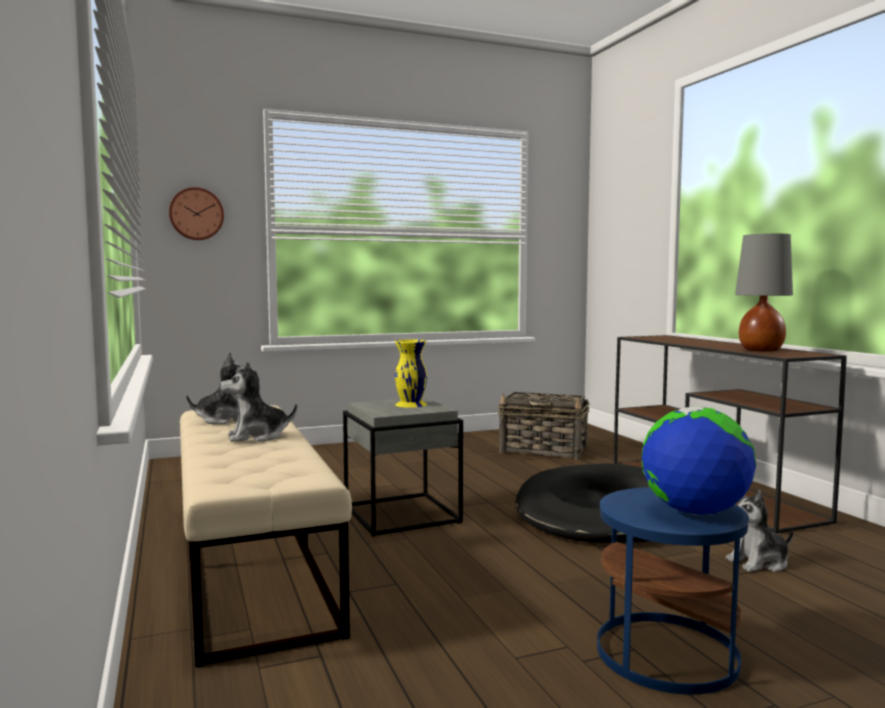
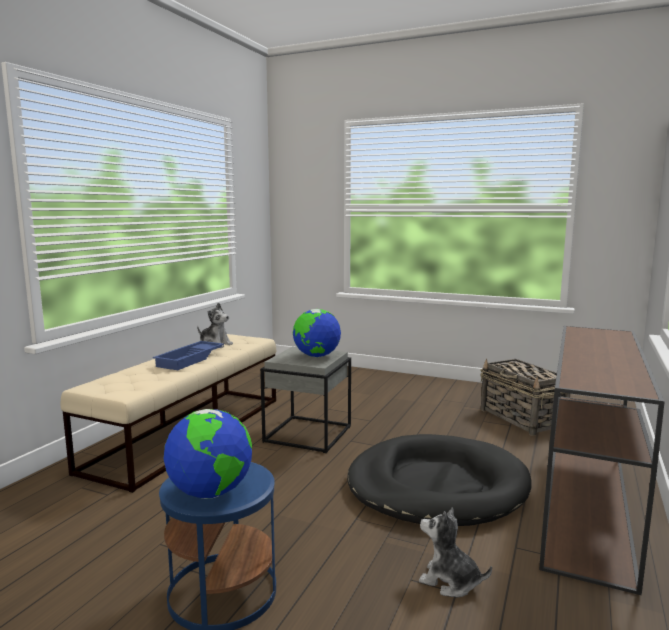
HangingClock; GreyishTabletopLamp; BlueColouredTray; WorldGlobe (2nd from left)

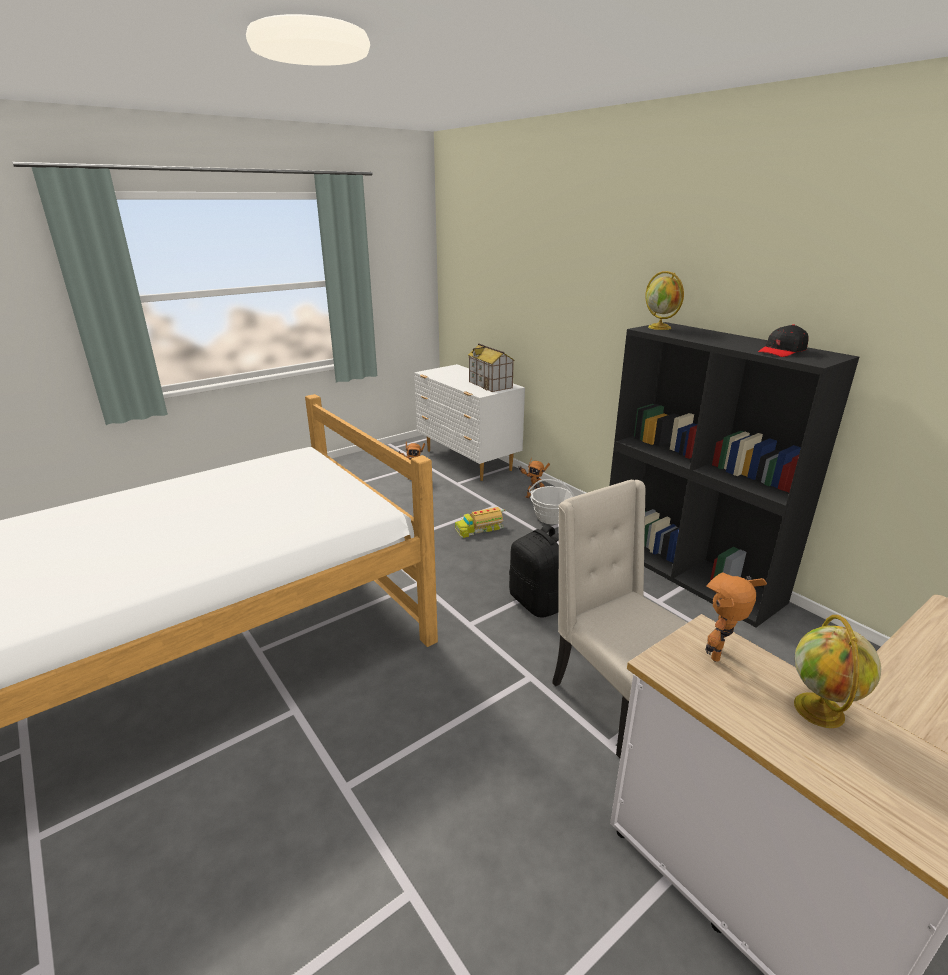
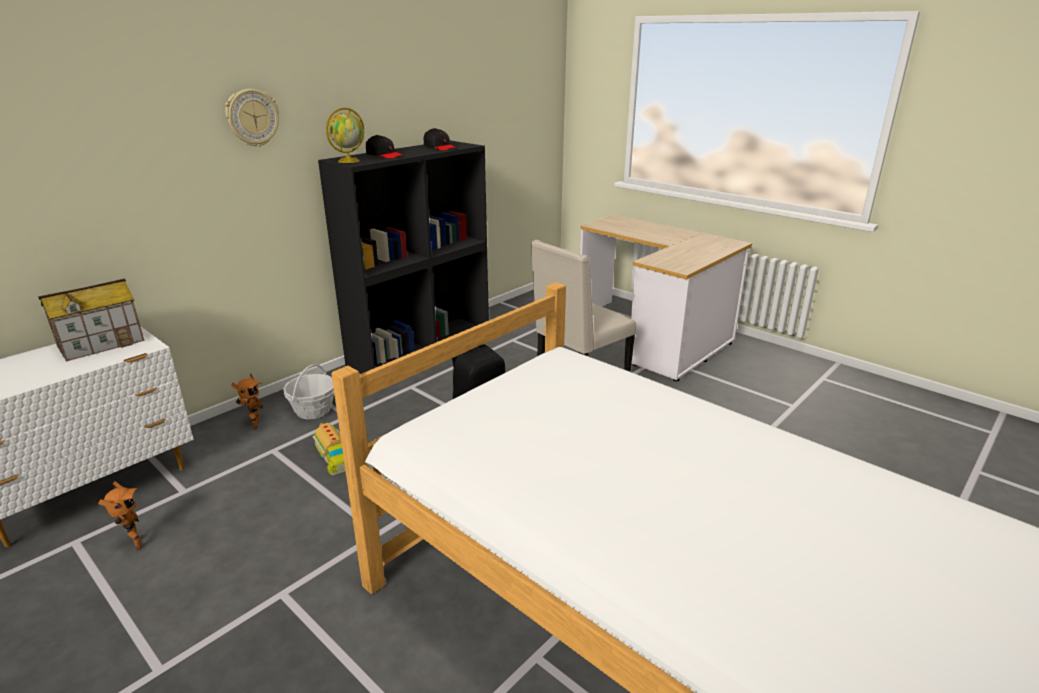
ModelRobot (3rd from left in the first image); WorldGlobe (2nd from left in the first image); HangingClock; BlackColouredPeakedCap (1st from left)

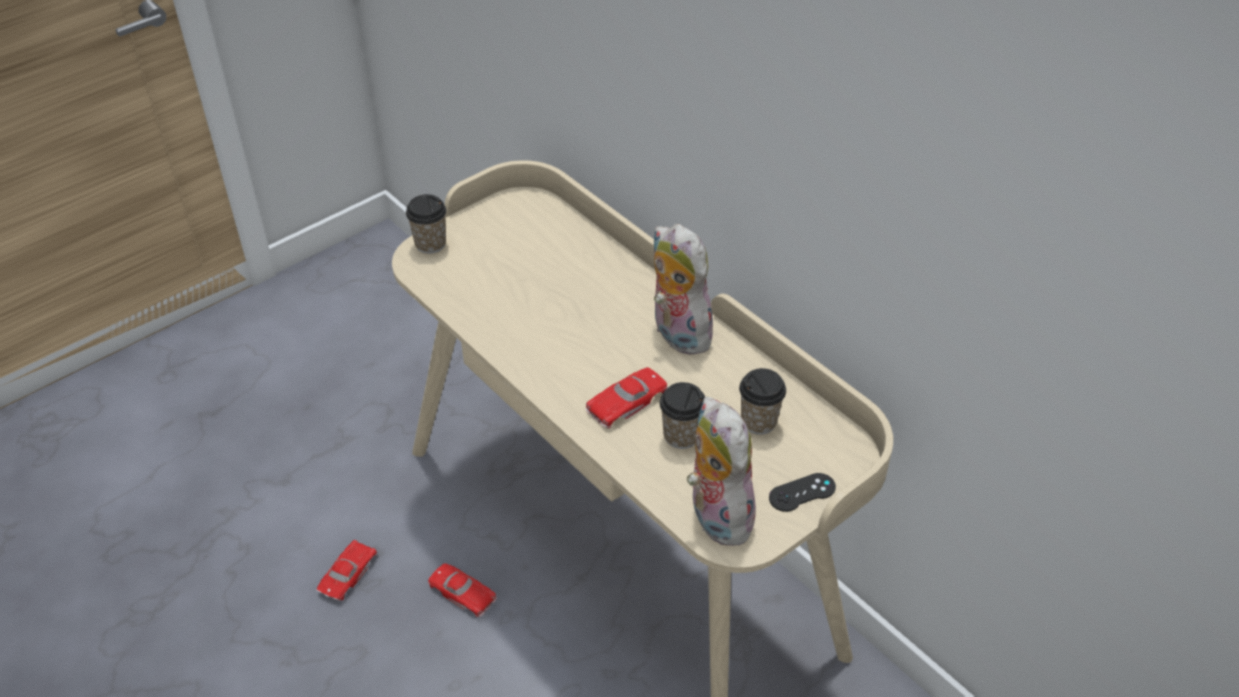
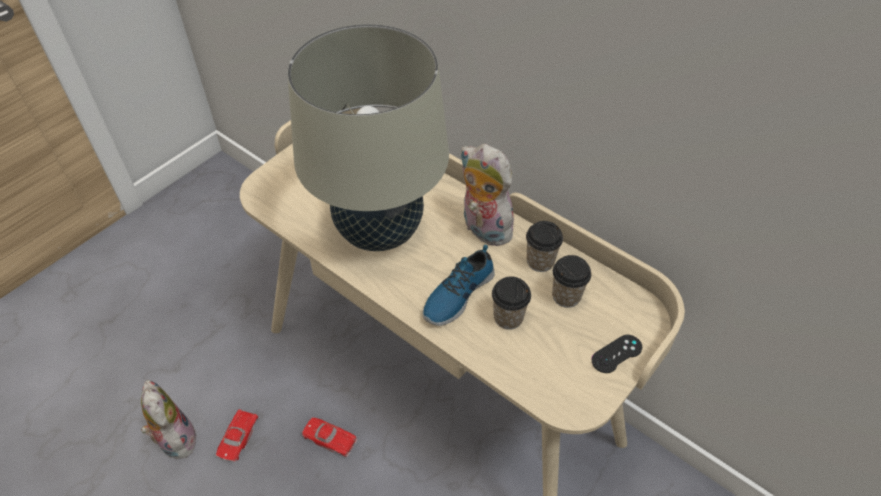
BeigeColouredTabletopLamp; Cup (2nd from left); SoftToy (1st from left); LowShoe

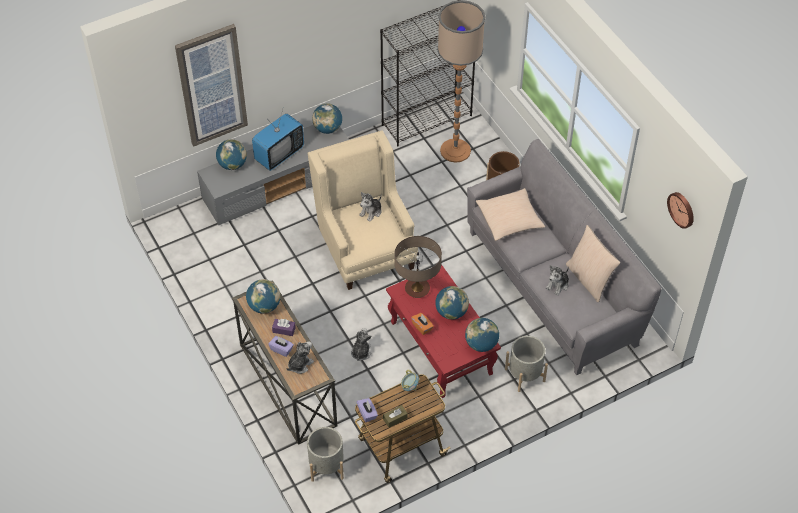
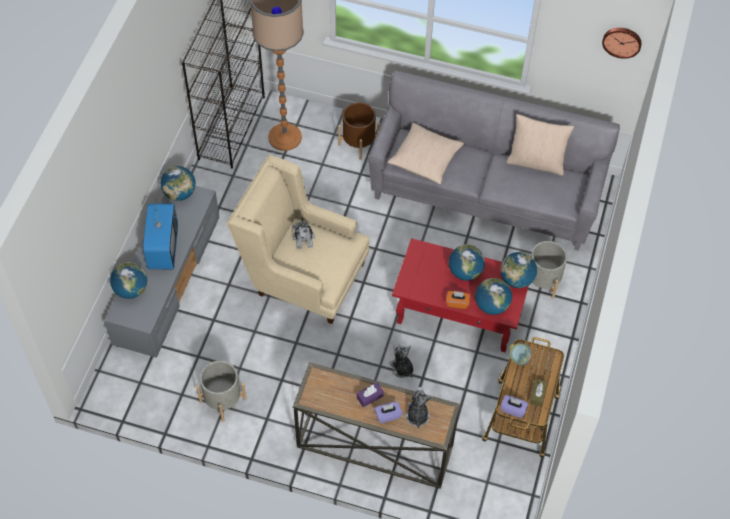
WallArt; TabletopLamp; SoftToy (4th from left in the first image); WorldGlobe (4th from left); GreyishPlantPot (1st from left)

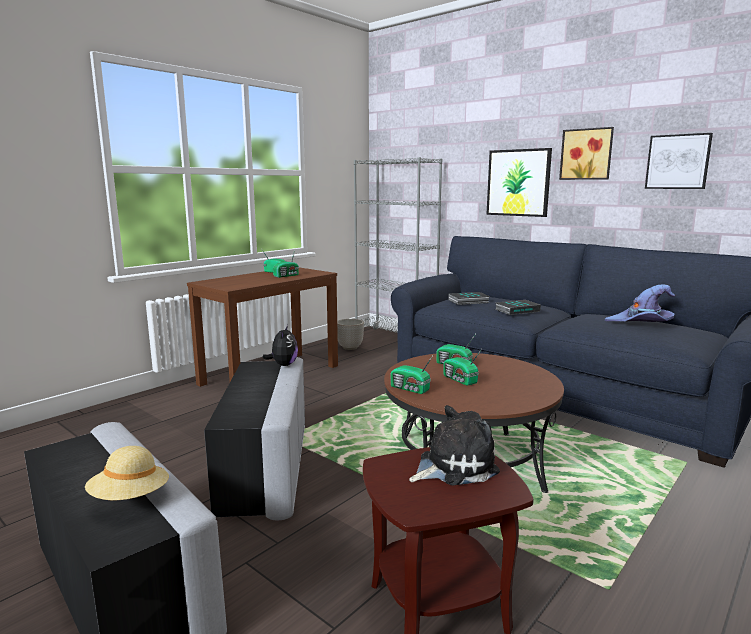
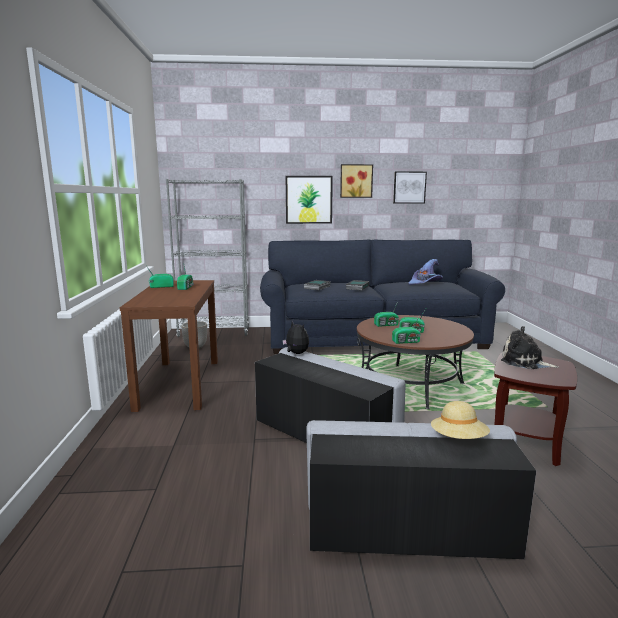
SoftToy (2nd from left)

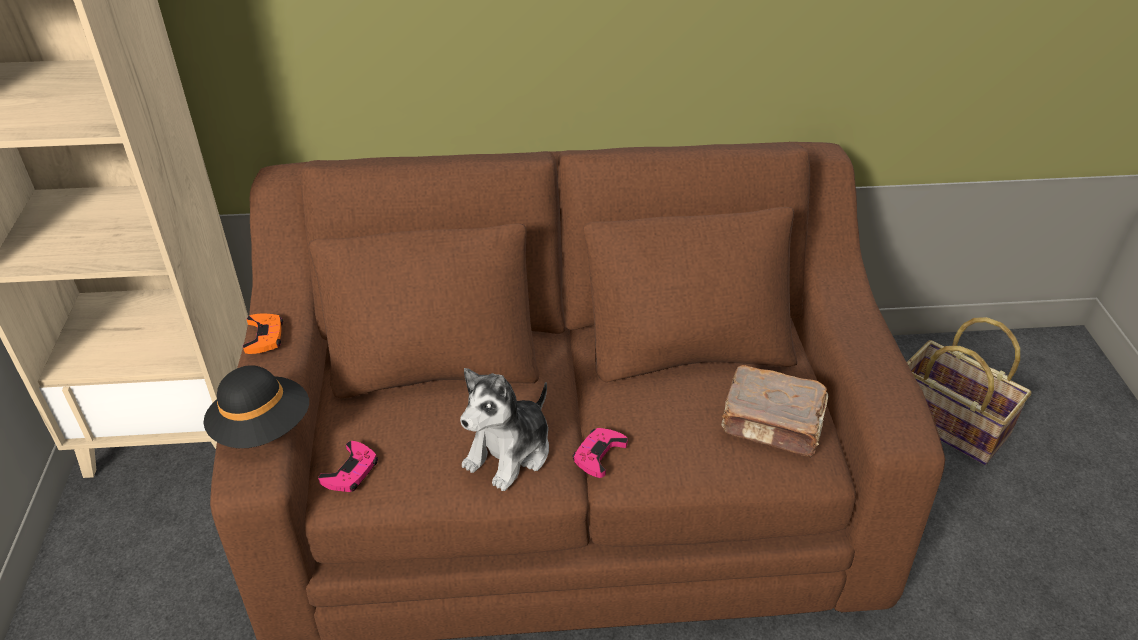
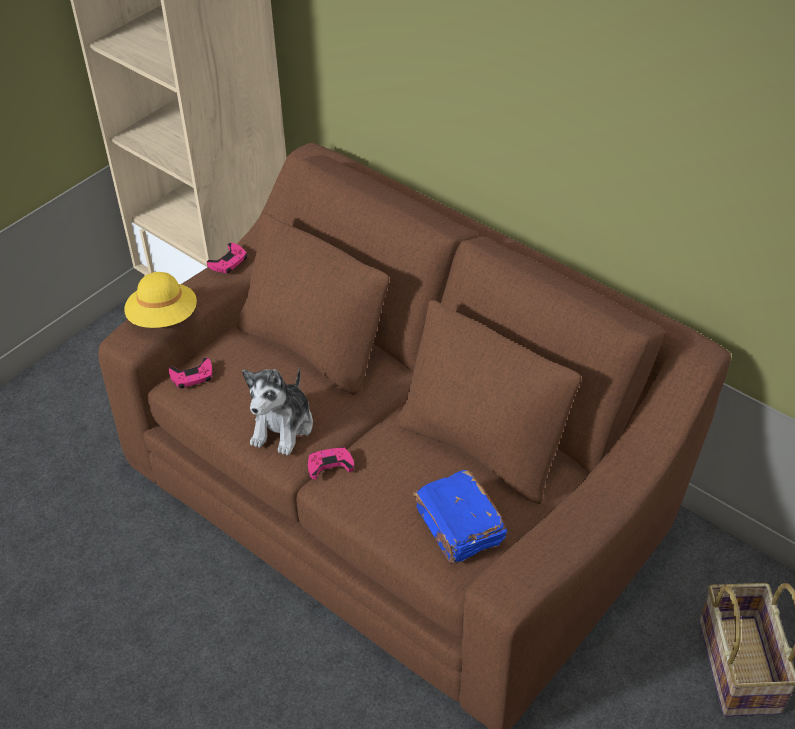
YellowColouredWearableHat; PinkColouredGameController (2nd from left); BlueColouredVolume; SoftToy

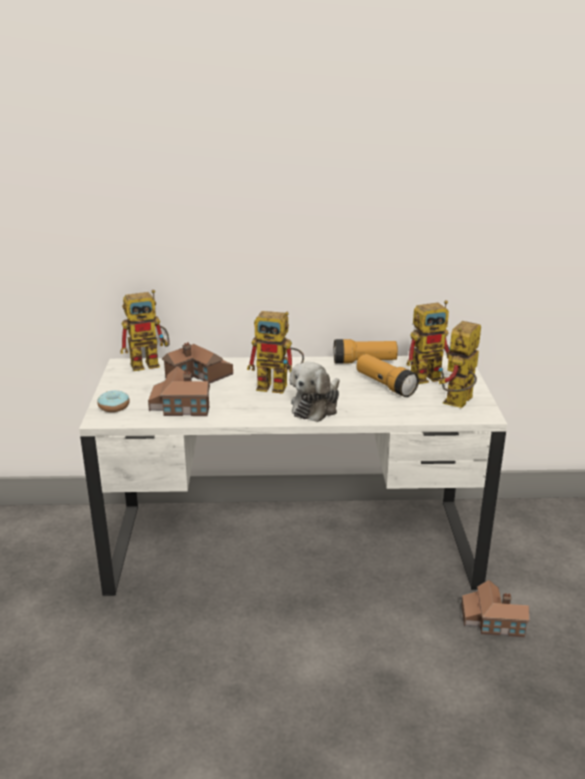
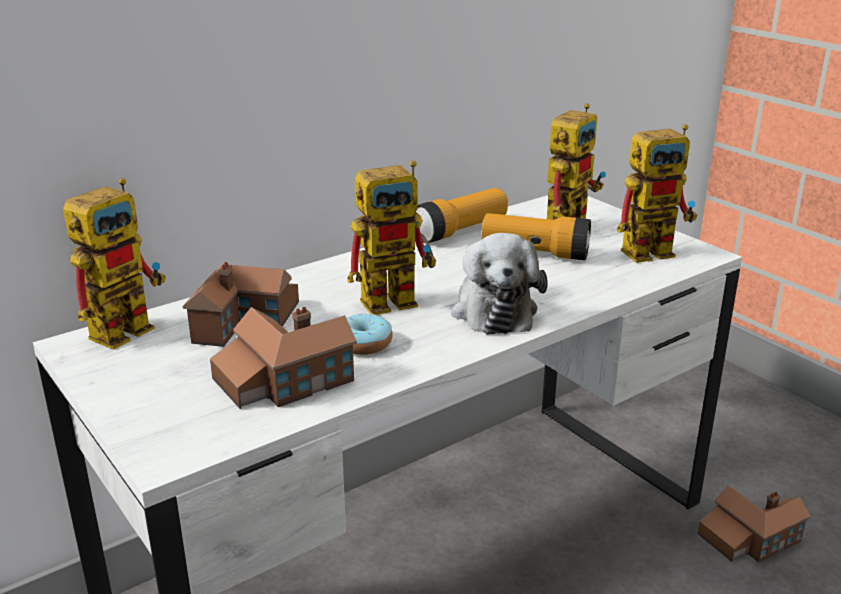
RingDoughnut; ModelRobot (4th from left)

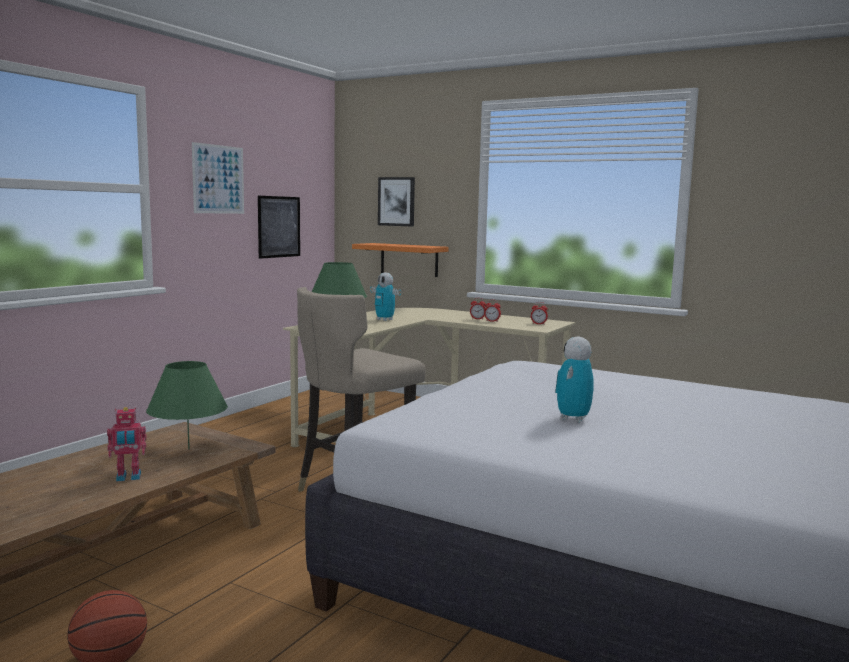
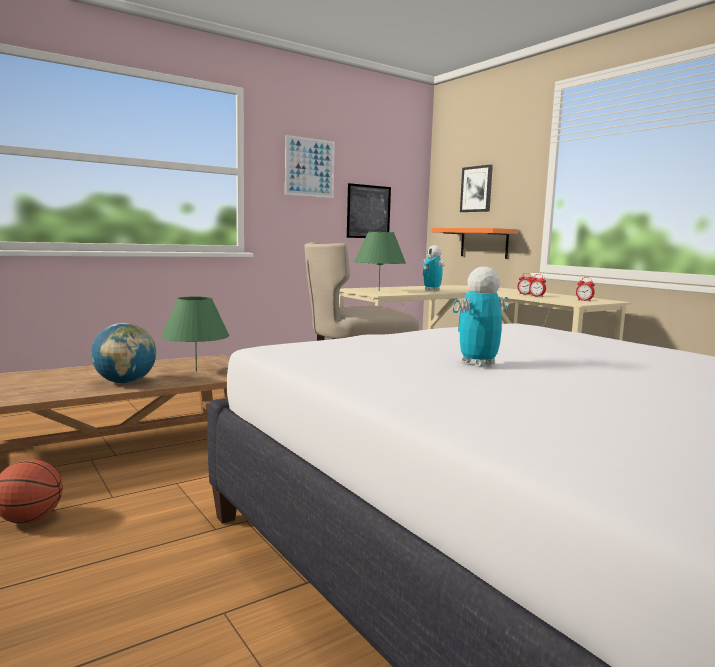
WorldGlobe

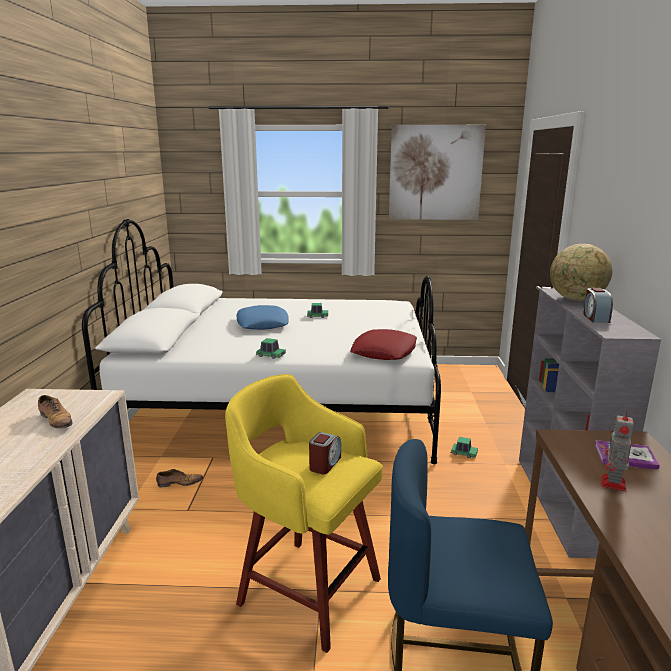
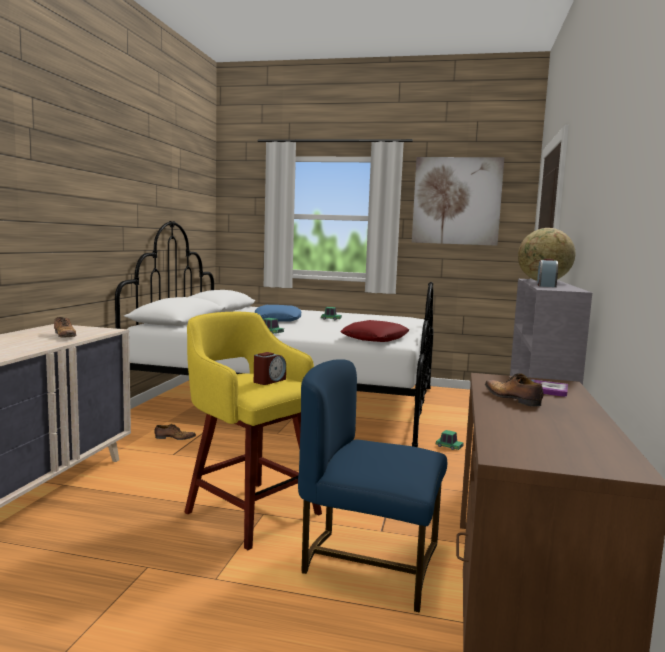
LowShoe (3rd from left)

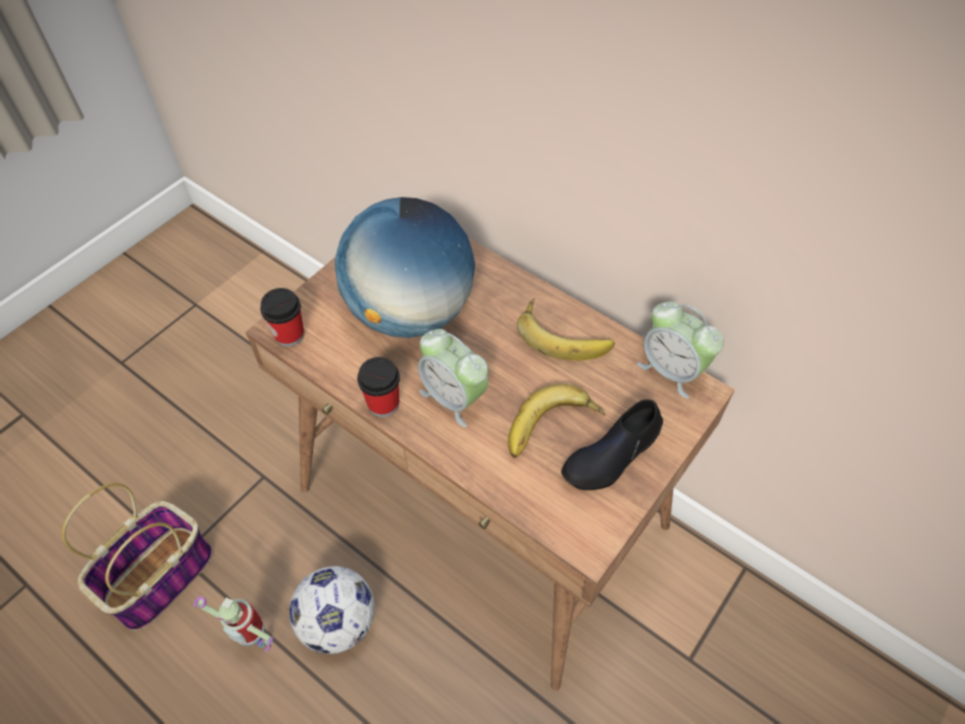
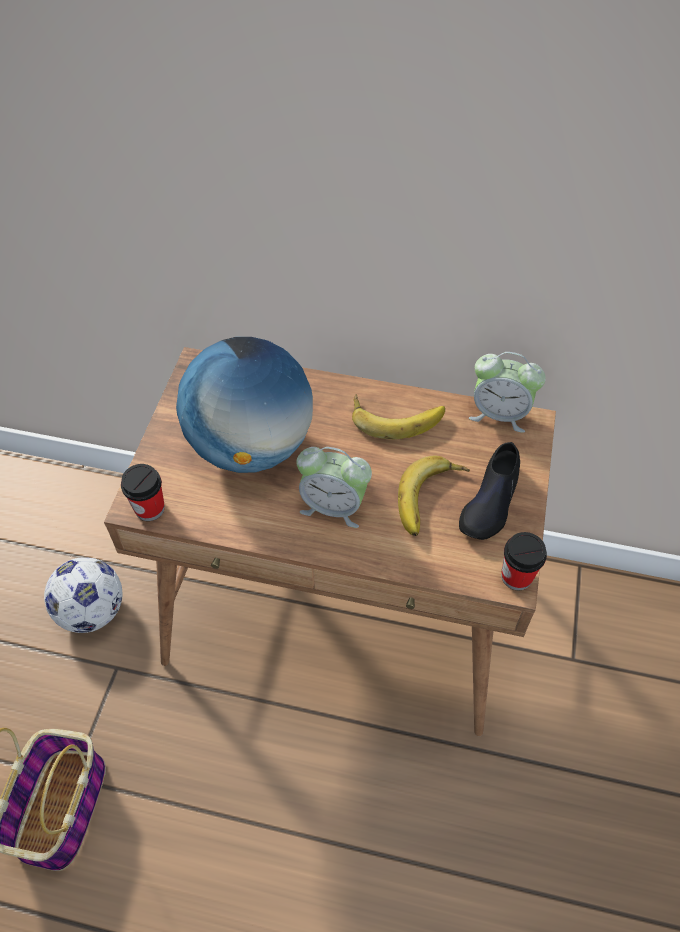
ModelRobot; BallForFootball; Cup (2nd from left)

